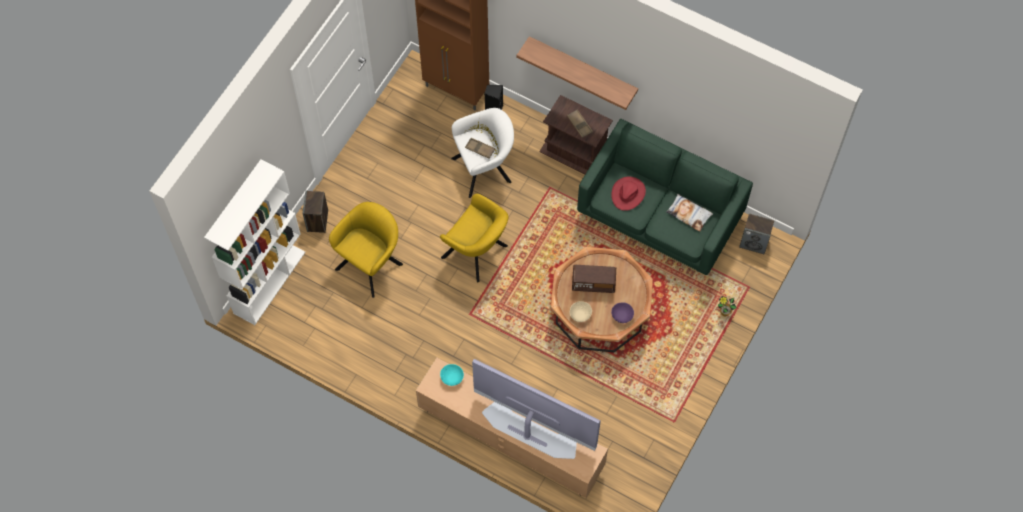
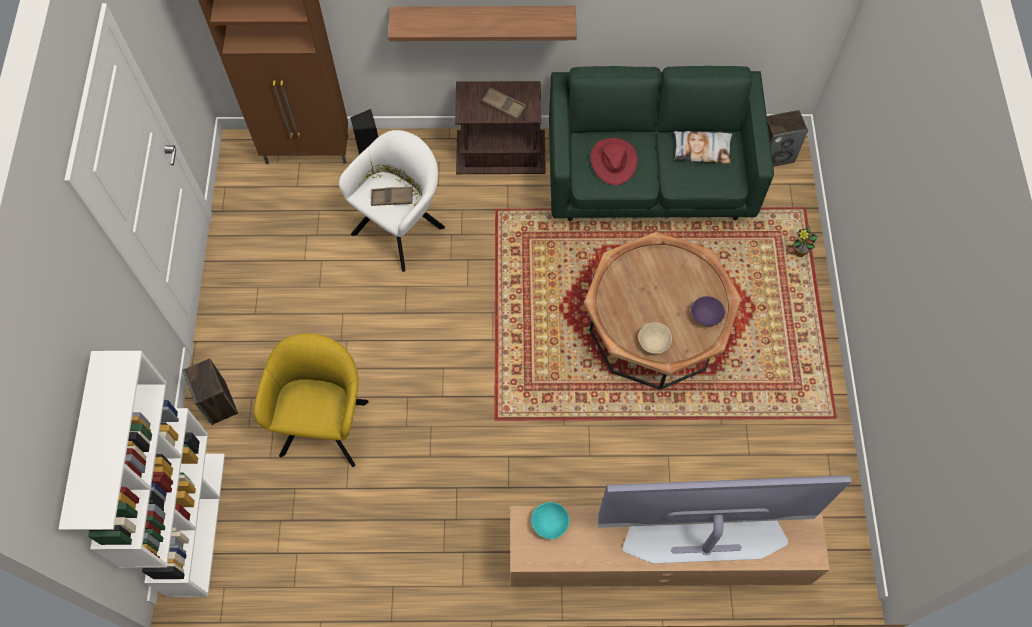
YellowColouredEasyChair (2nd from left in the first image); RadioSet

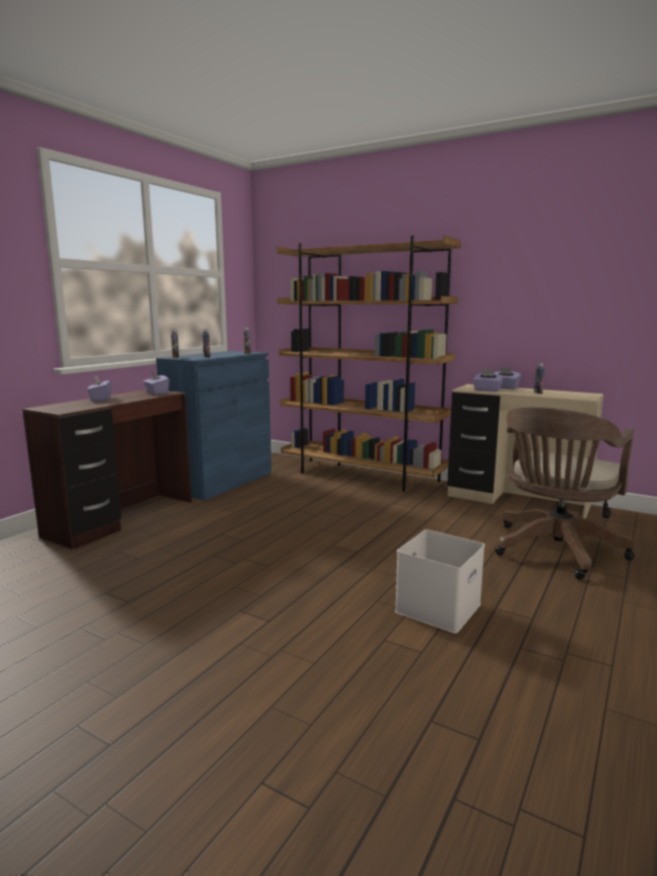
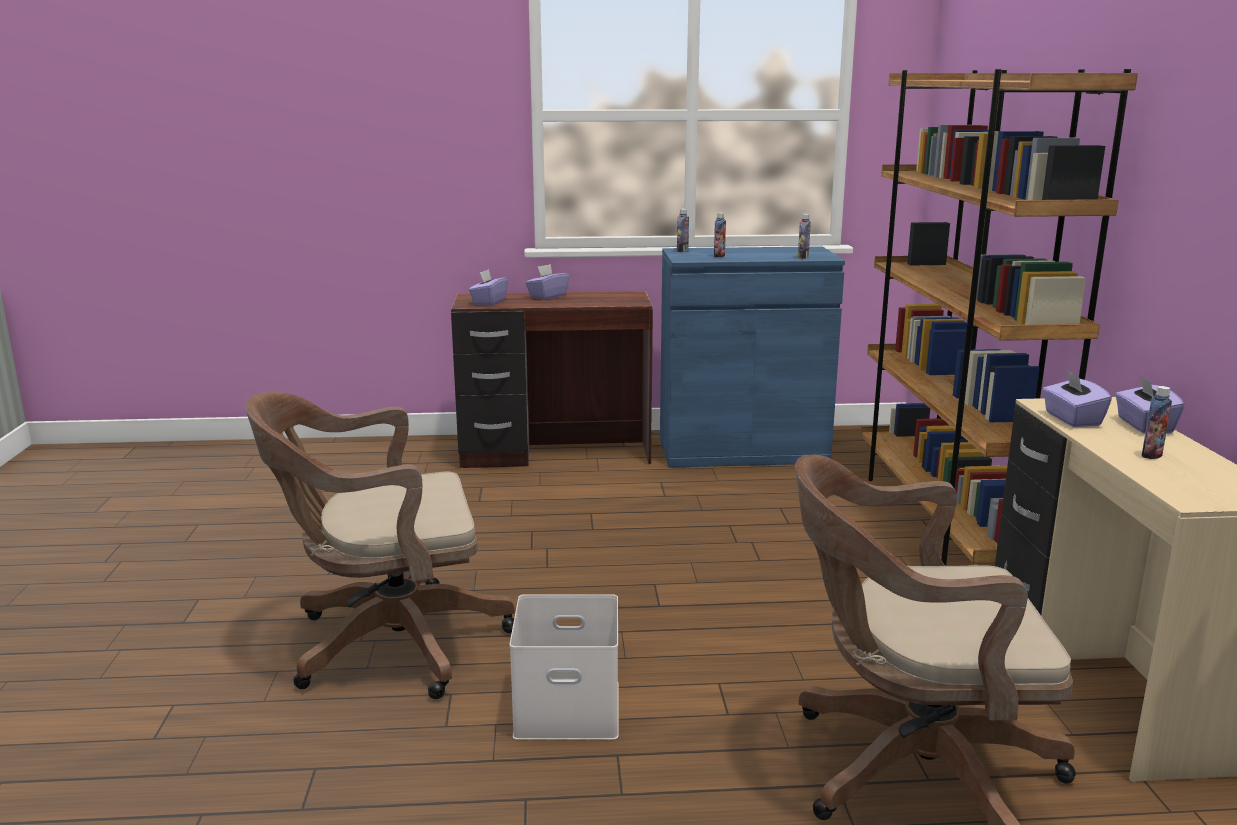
BrownDeskChair (1st from left); PurpleColouredTissueHolder (1st from left)

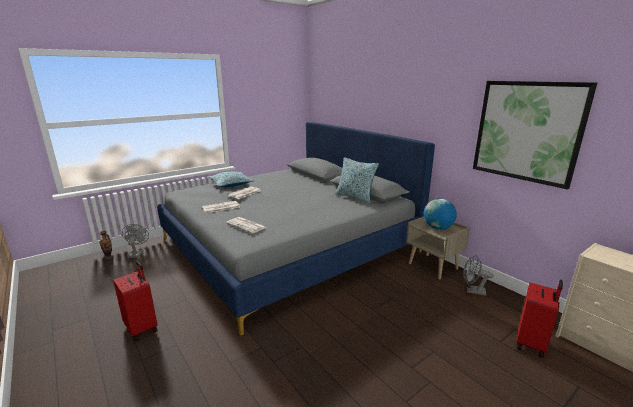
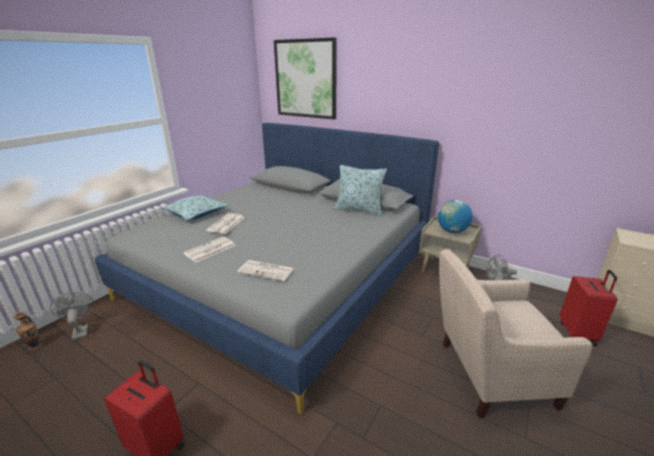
BeigeColouredEasyChair; WallArt

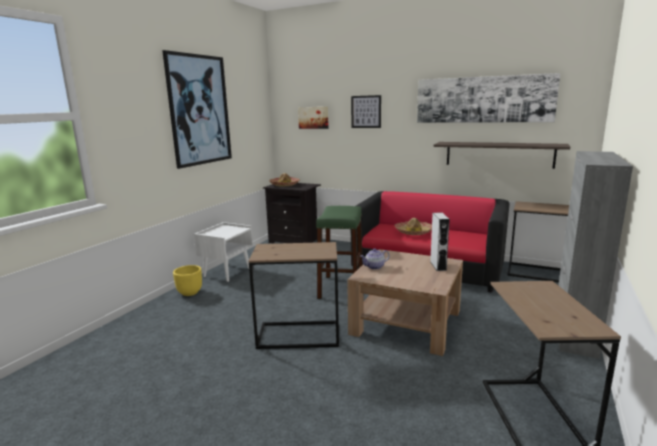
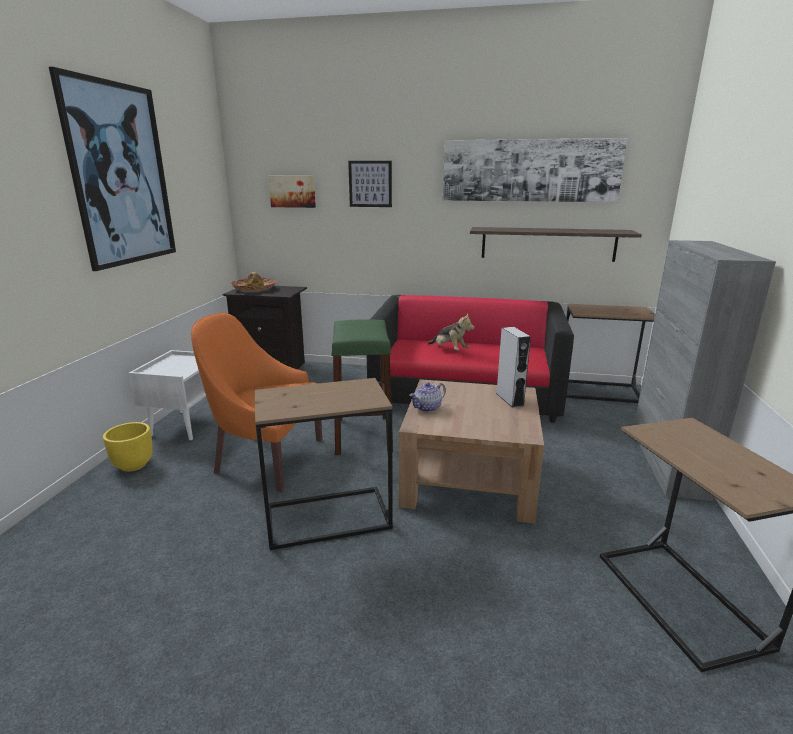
OrangeColouredEasyChair; SoftToy

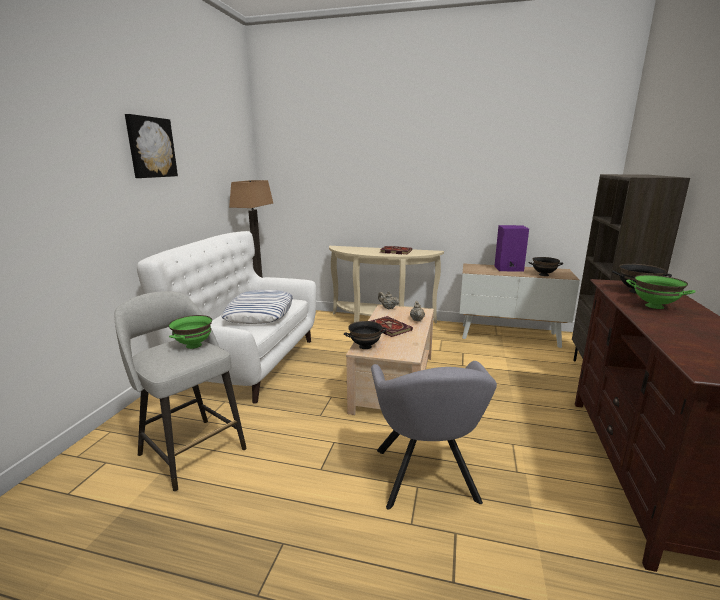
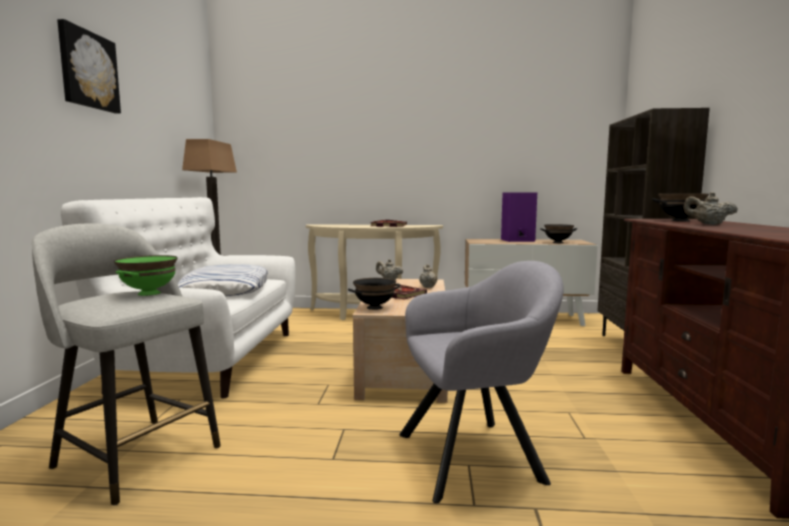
BeigeColouredTeaPot (3rd from left); GreyishEasyChair

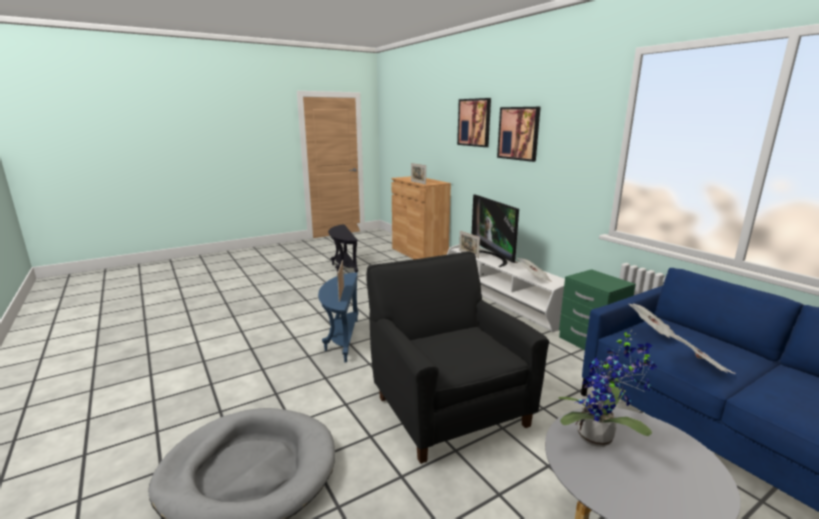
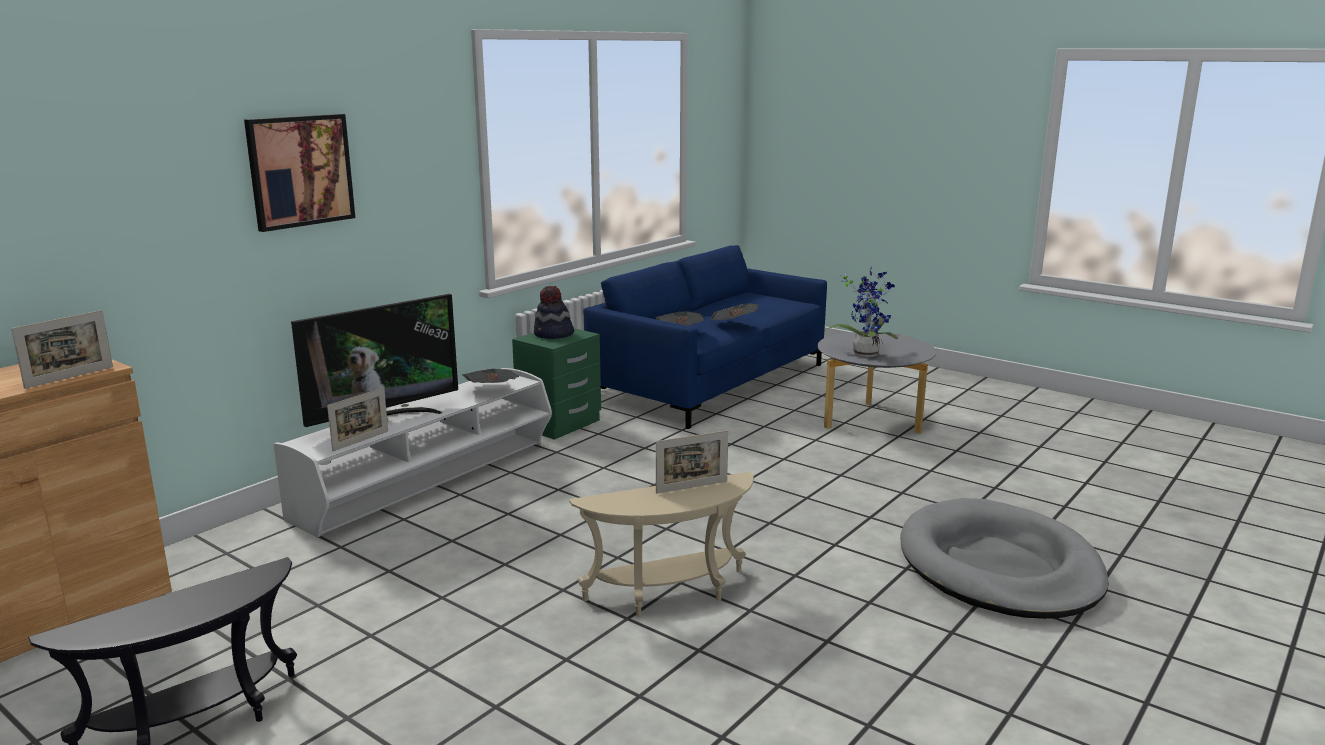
BlackColouredEasyChair; WallArt (1st from left in the first image); WearableHat; BeigeColouredSideTable

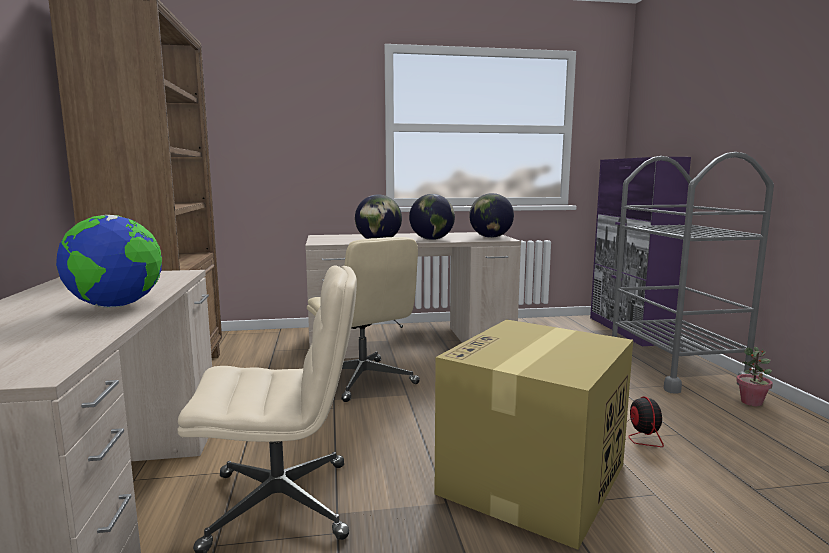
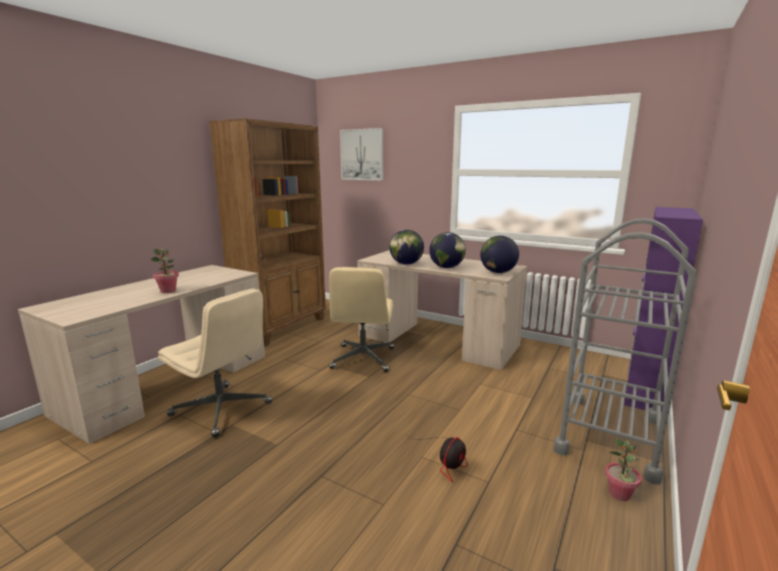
PackingBox; WallArt; PottedPlant (1st from left)

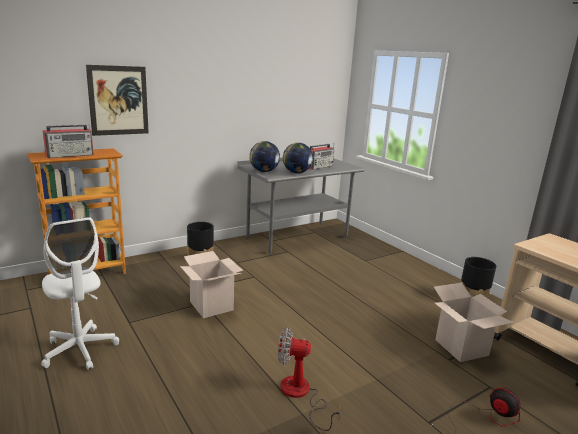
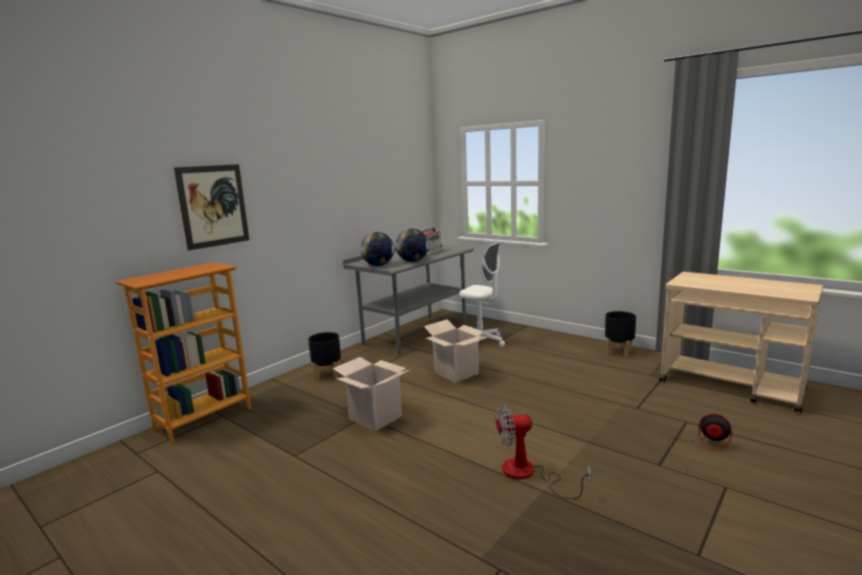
RadioSet (1st from left in the first image); WhiteColouredDeskChair; PackingBox (2nd from left)

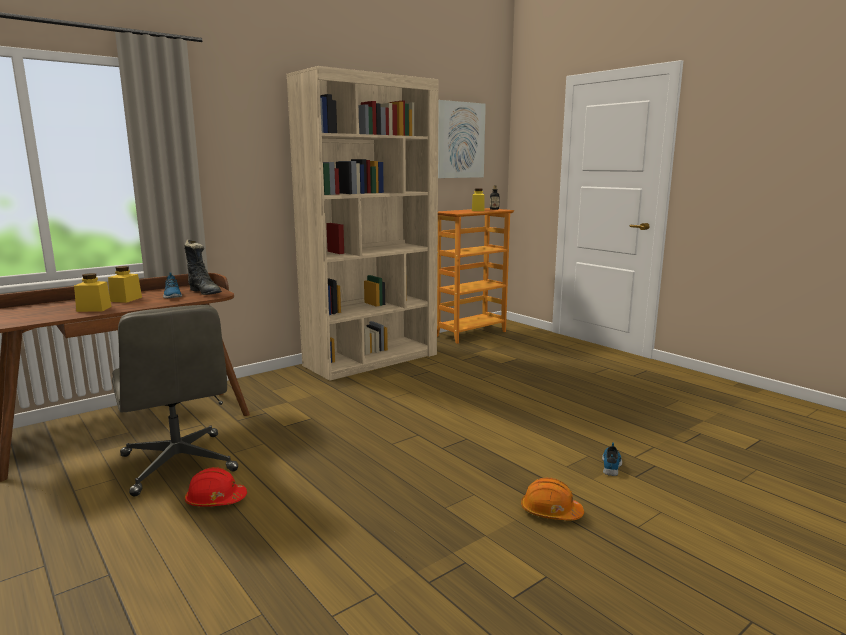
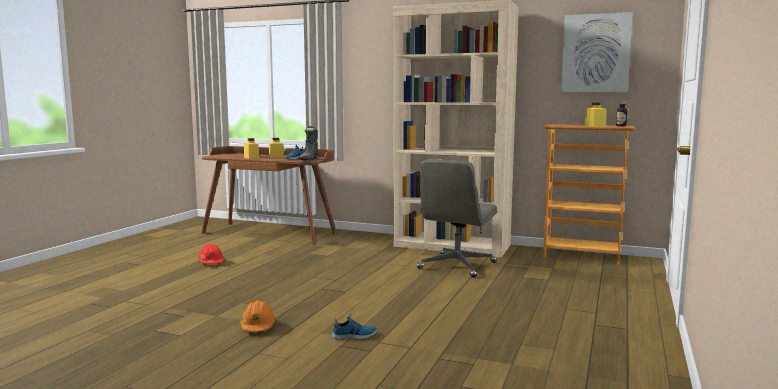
GreyishDeskChair

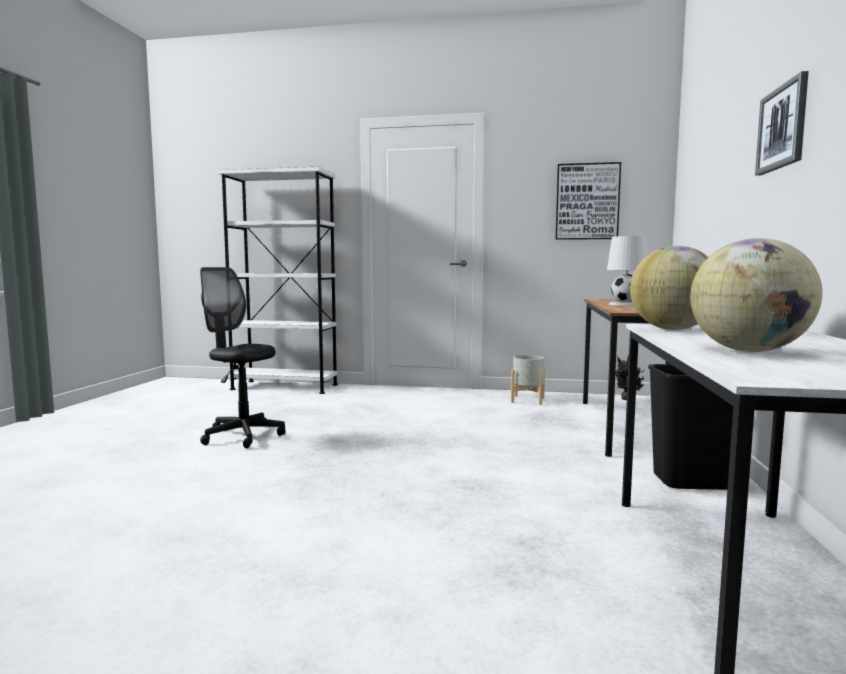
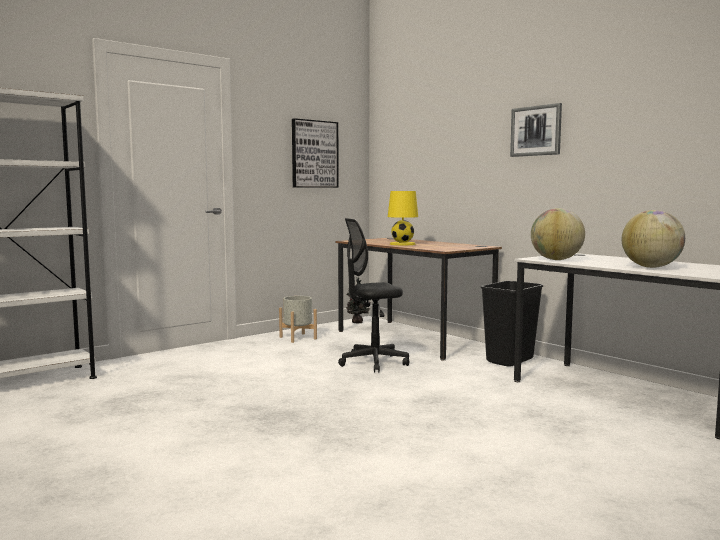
BlackColouredDeskChair; YellowColouredTabletopLamp

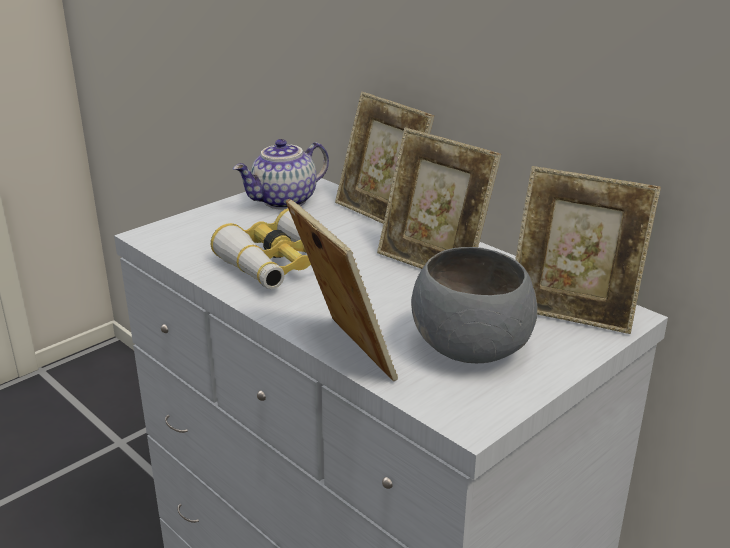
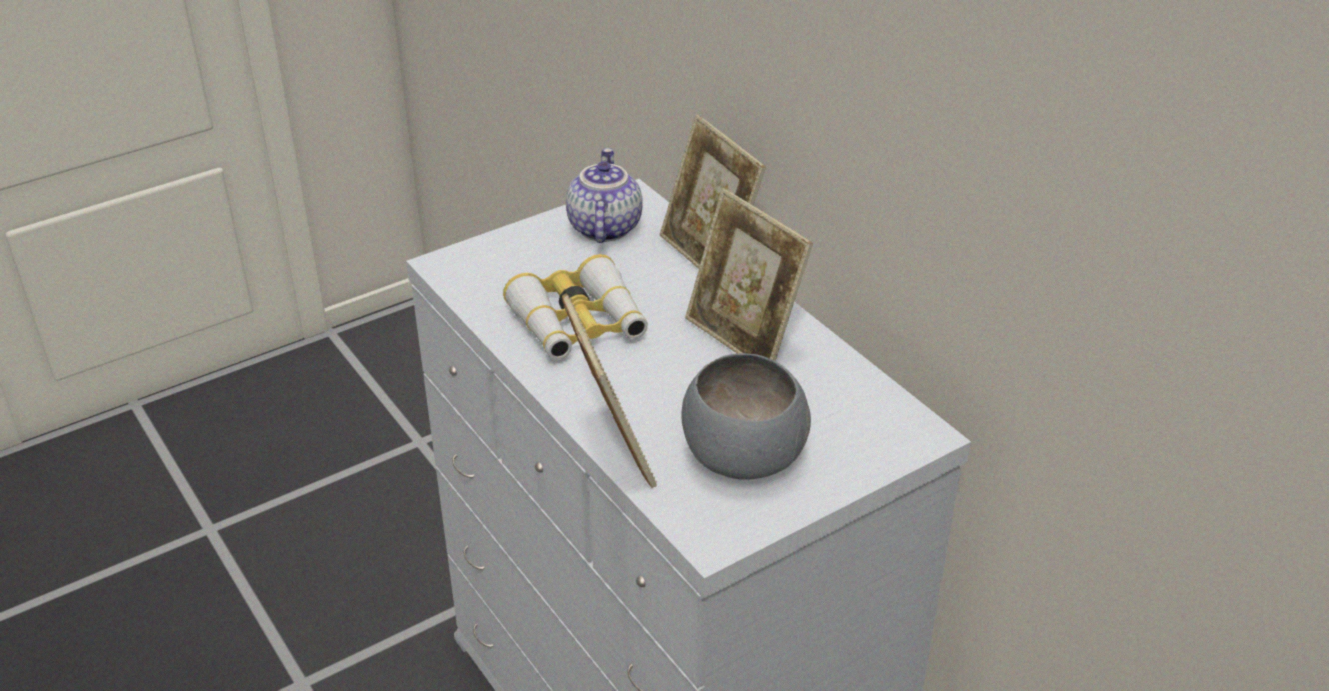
PhotoFrame (4th from left in the first image); TeaPot

